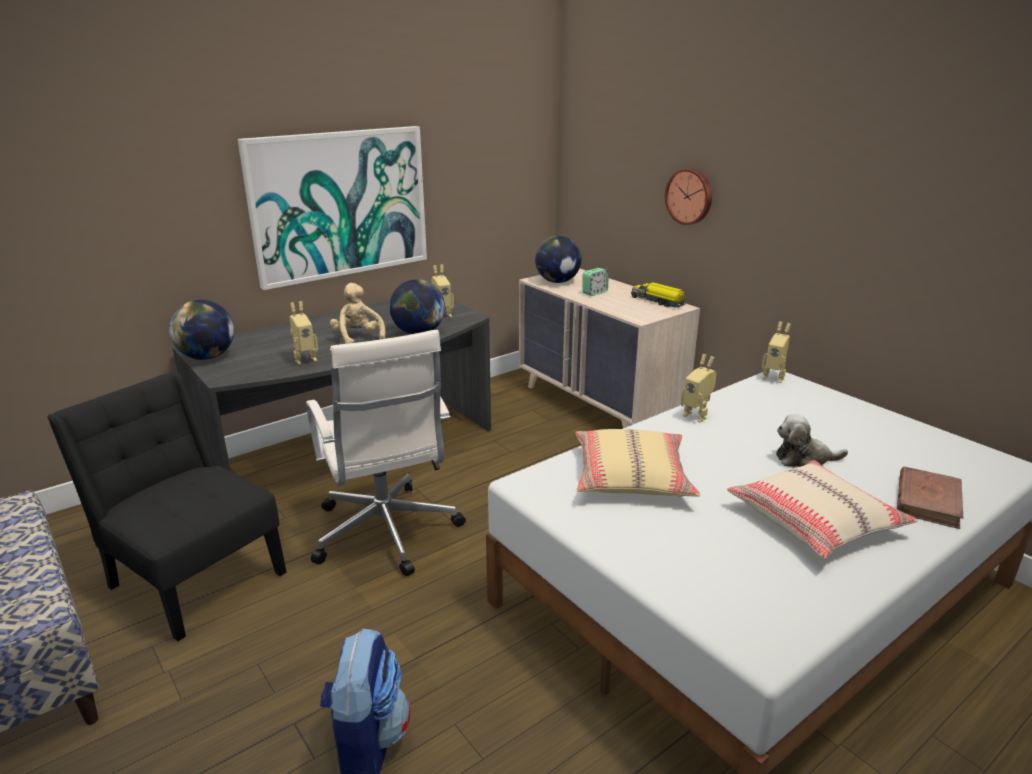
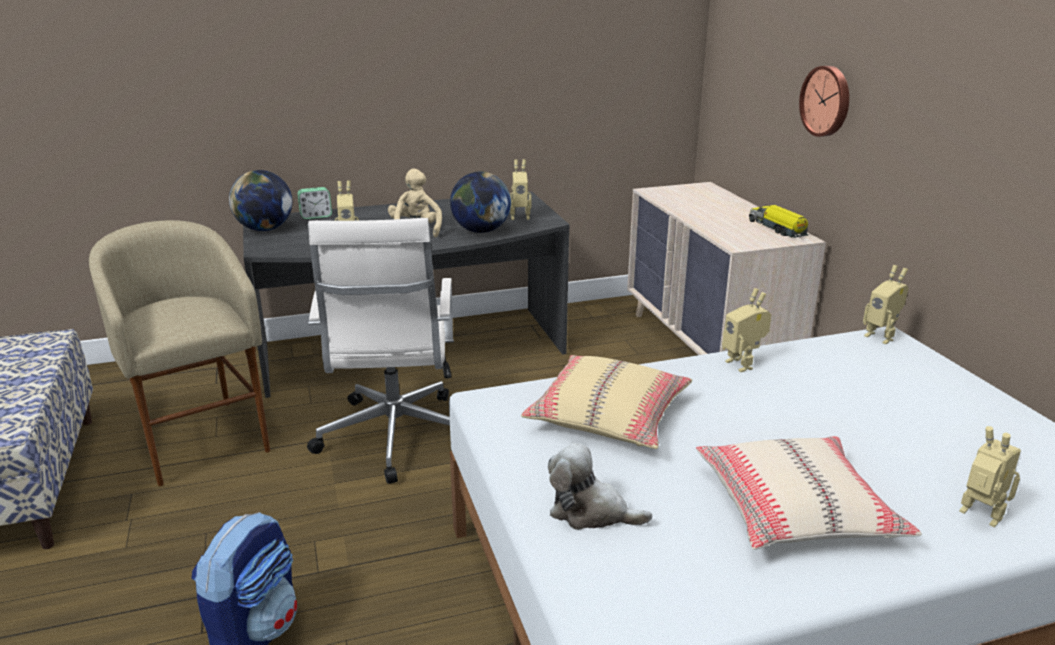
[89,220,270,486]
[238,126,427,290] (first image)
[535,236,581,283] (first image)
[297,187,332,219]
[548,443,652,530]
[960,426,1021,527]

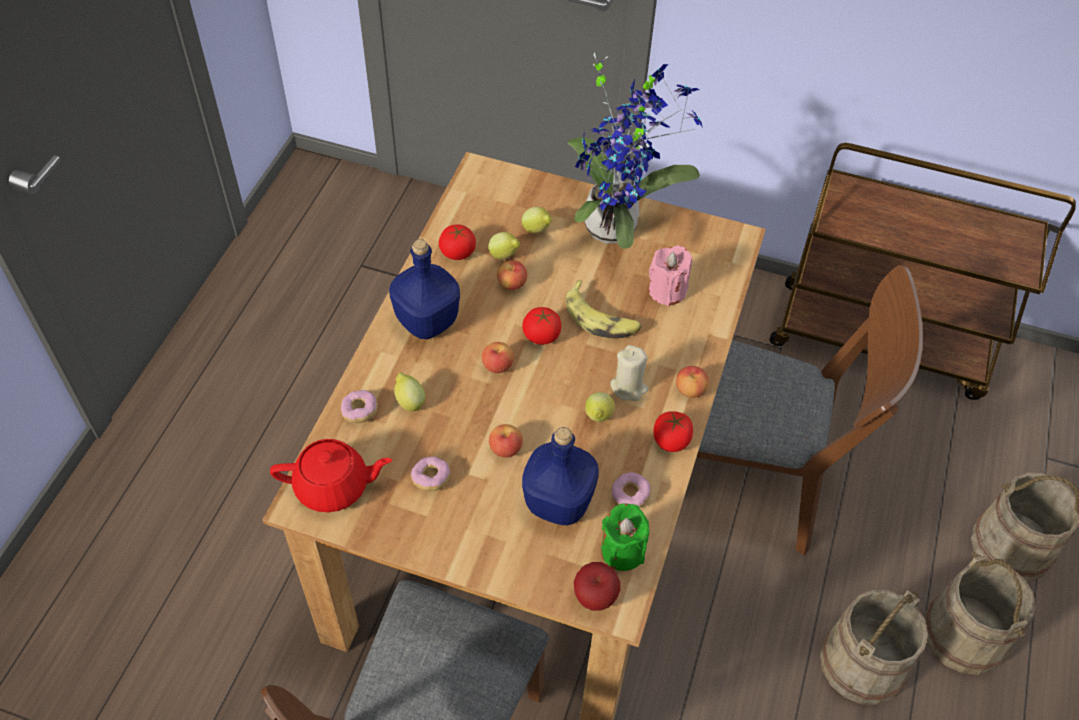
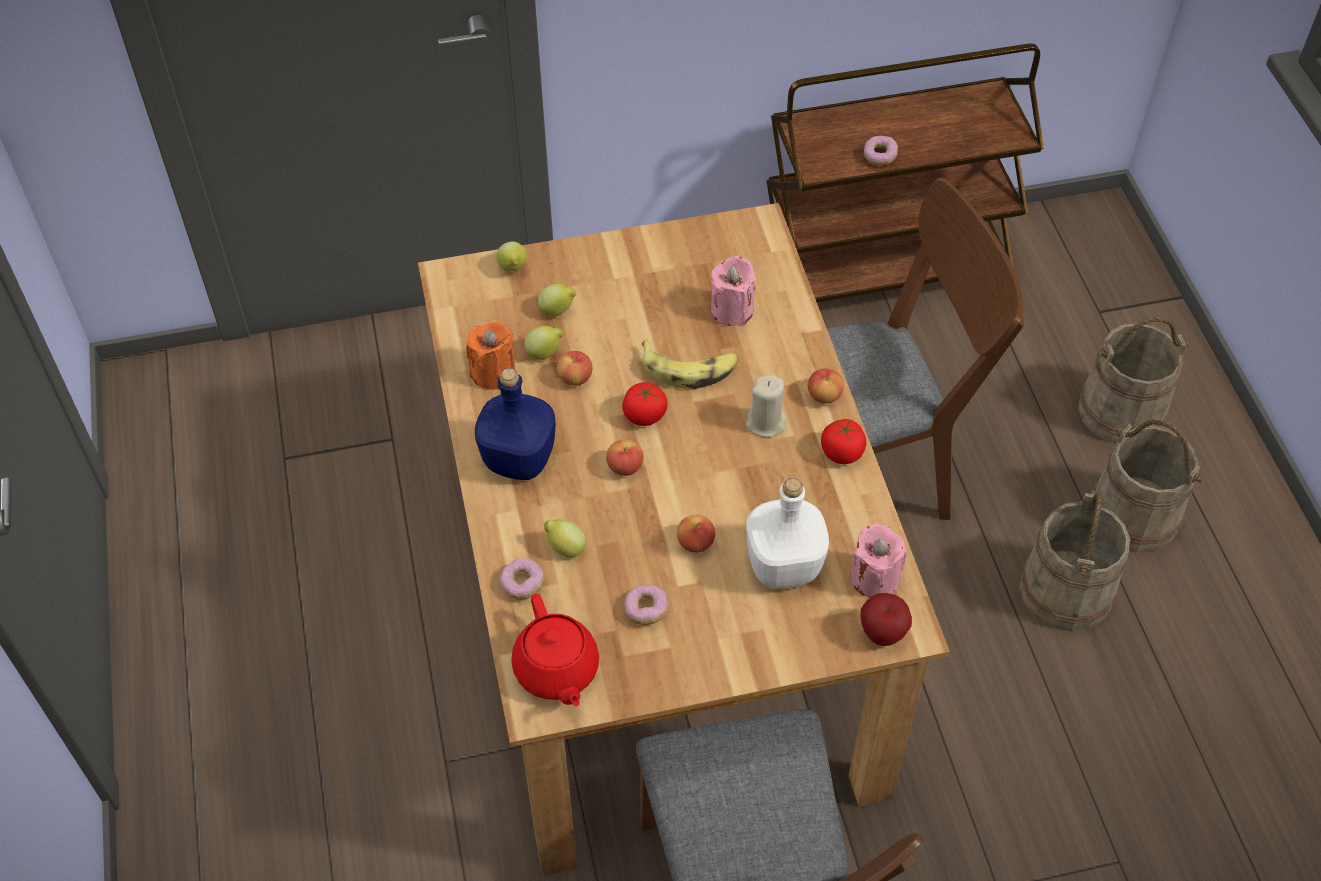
[511,594,599,707]
[466,322,516,390]
[746,478,829,589]
[567,53,703,249] (first image)
[496,241,527,272]
[851,523,907,597]
[864,136,898,166]

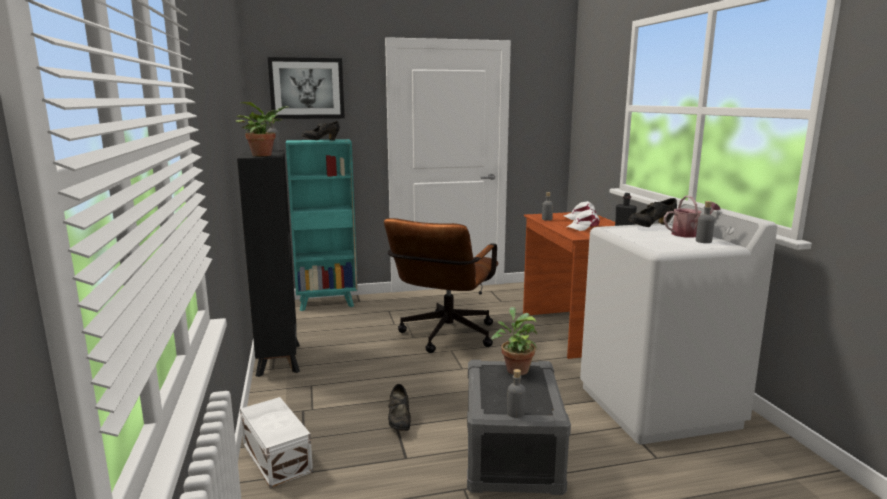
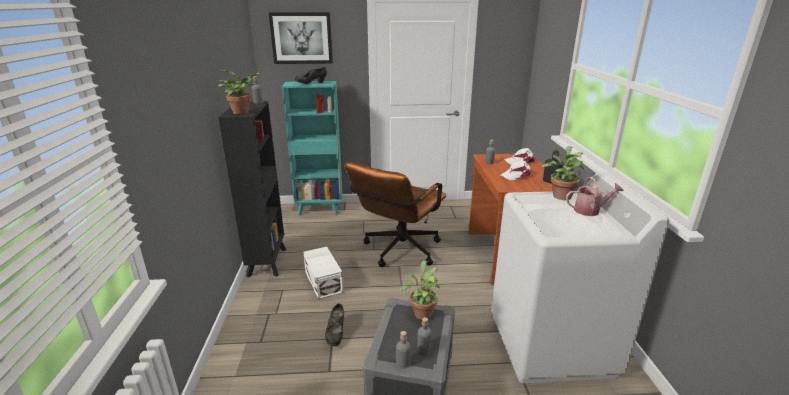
[303,247,343,300]
[542,146,584,200]
[417,317,432,353]

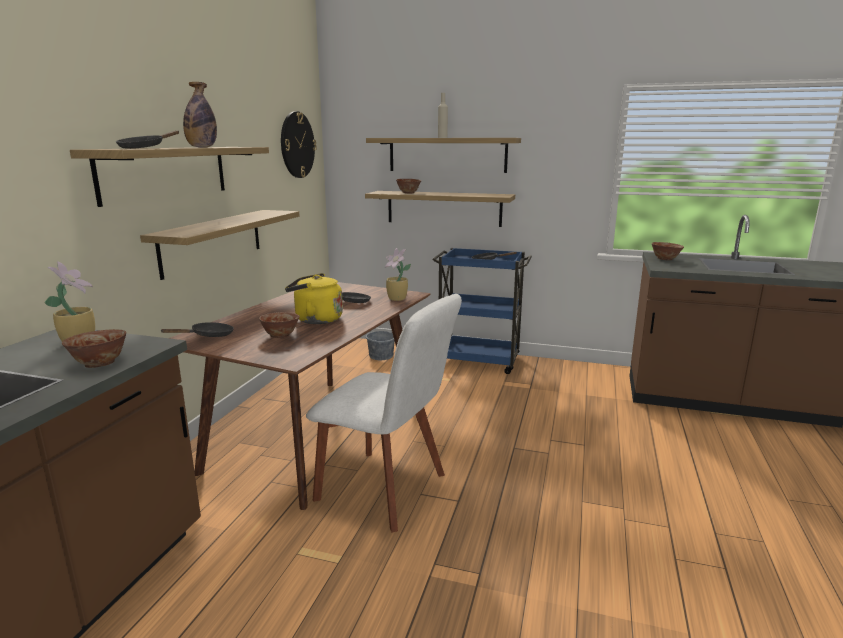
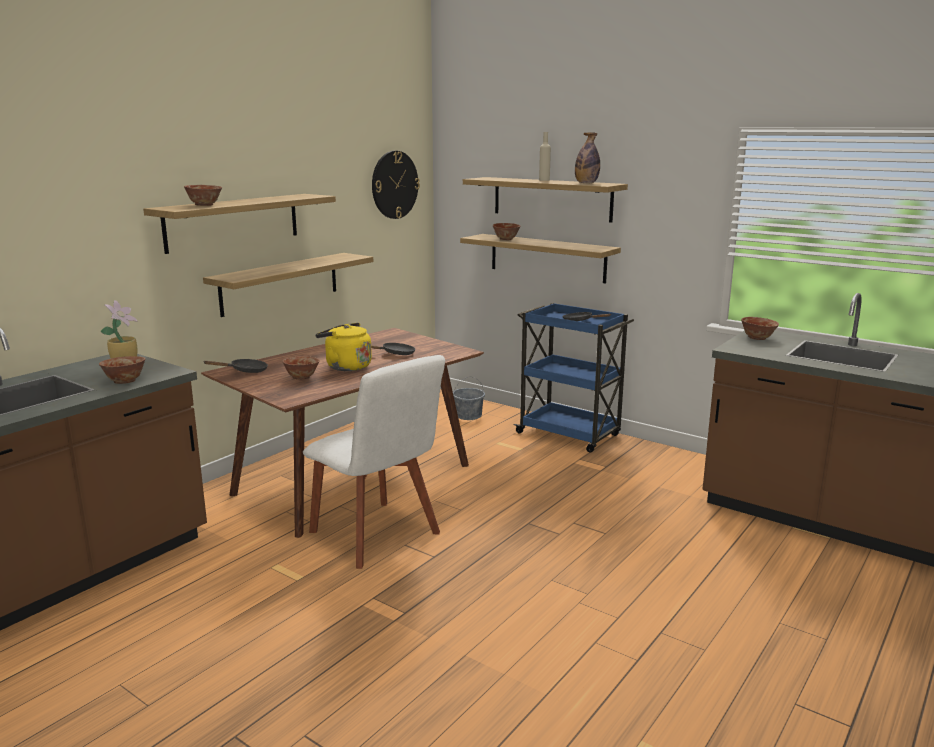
[184,185,222,206]
[575,132,600,183]
[385,248,411,301] (first image)

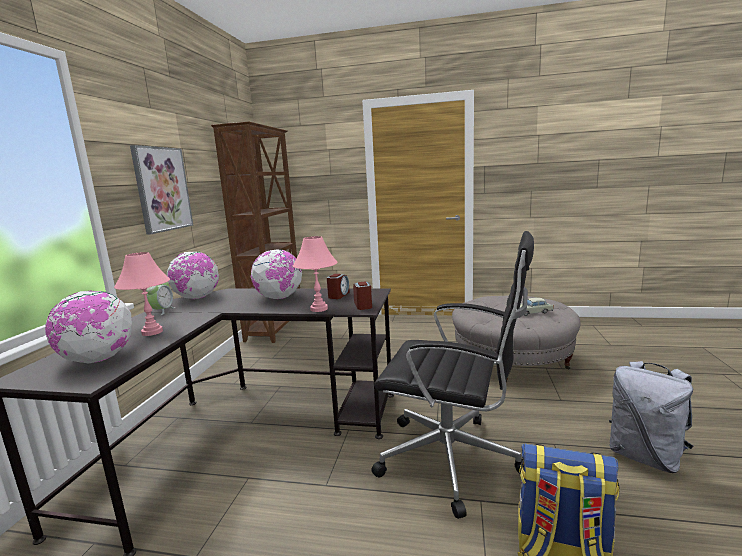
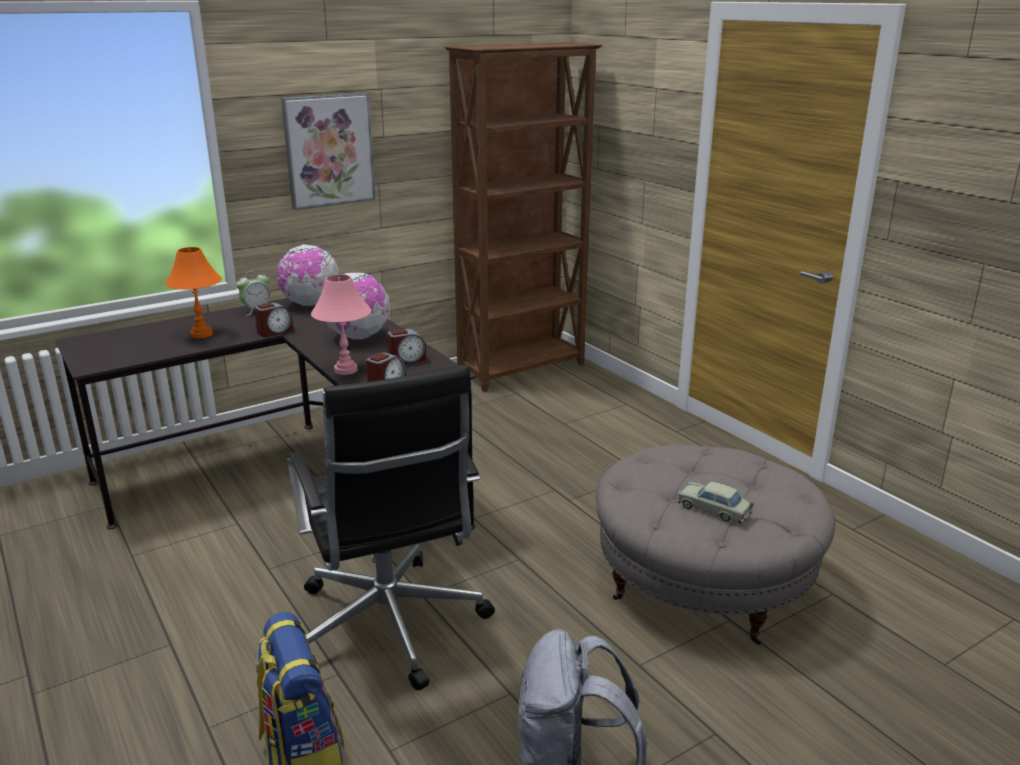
[45,291,132,363] (first image)
[165,247,222,338]
[254,302,293,337]

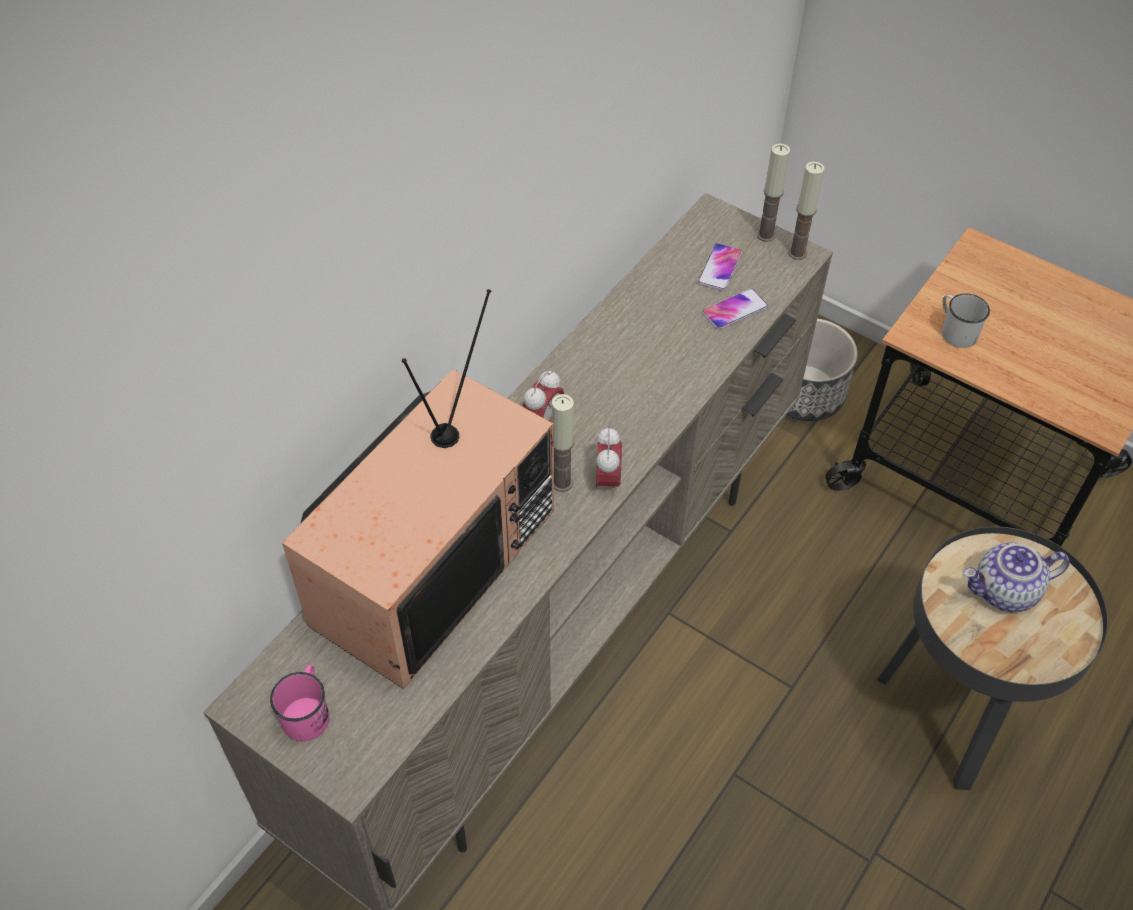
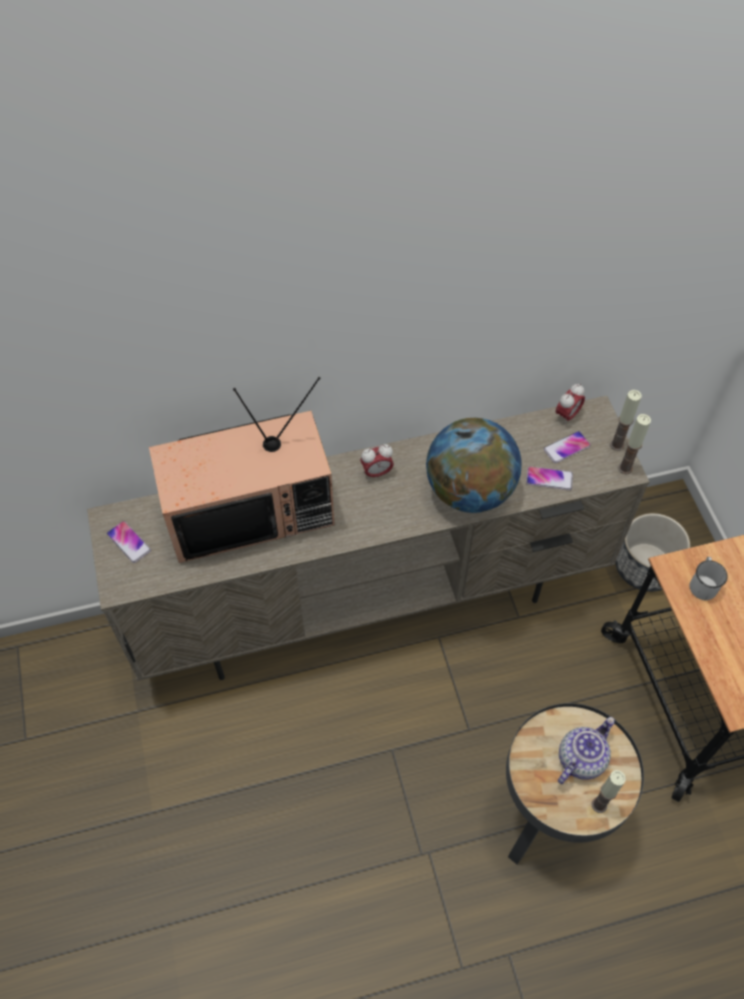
[107,521,151,563]
[591,770,626,813]
[556,384,585,425]
[558,717,615,784]
[426,418,522,513]

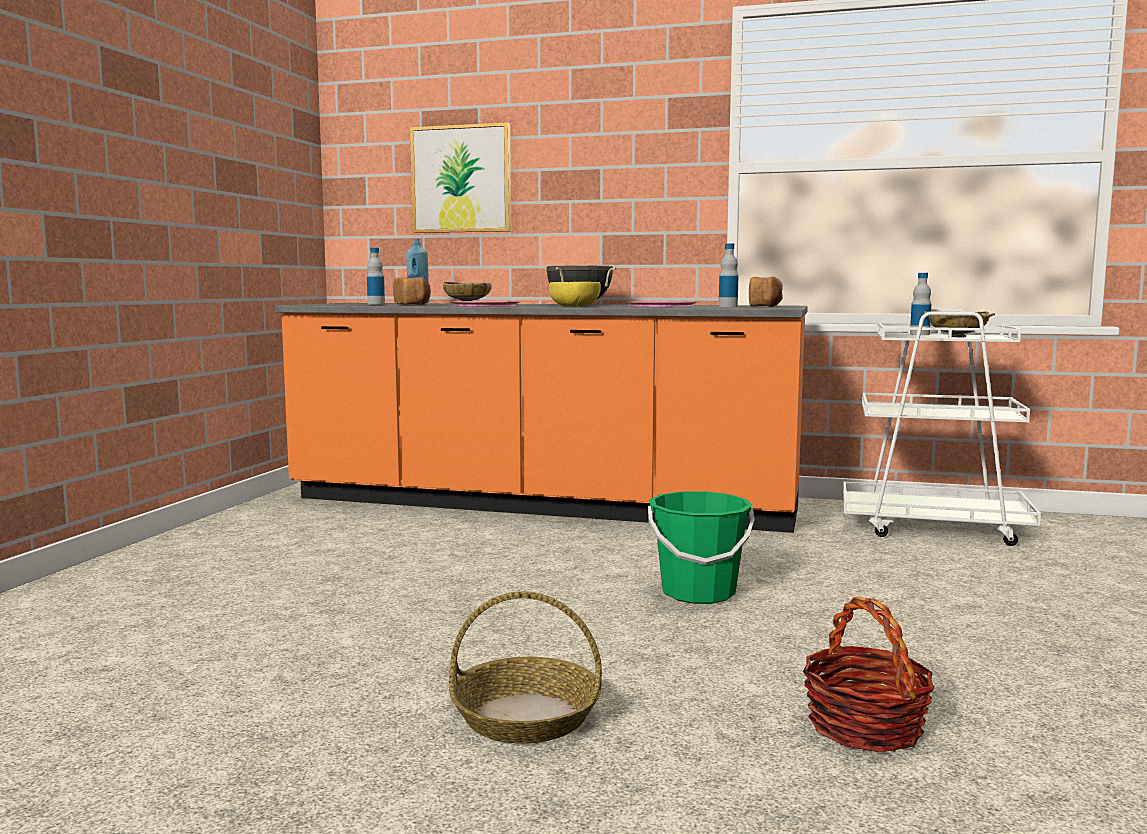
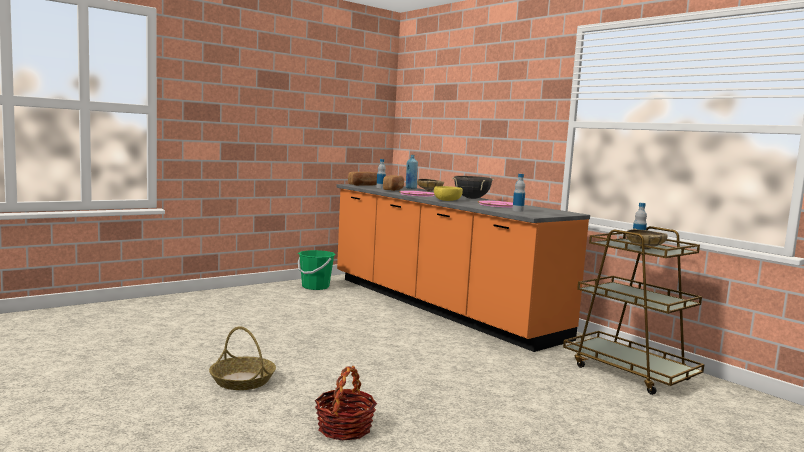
[410,122,511,233] (first image)
[298,250,335,290]
[348,172,377,186]
[563,226,705,395]

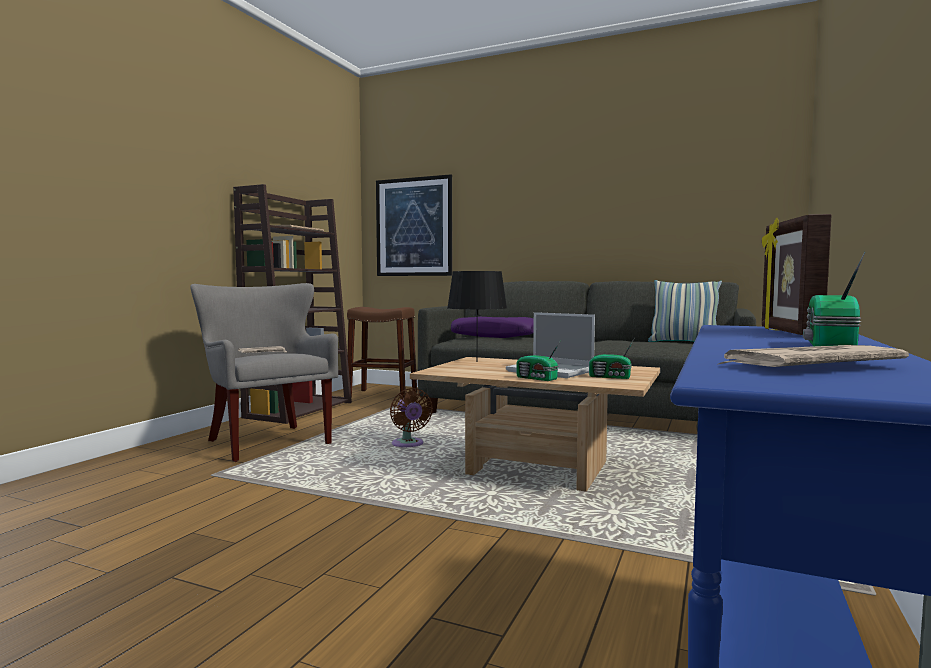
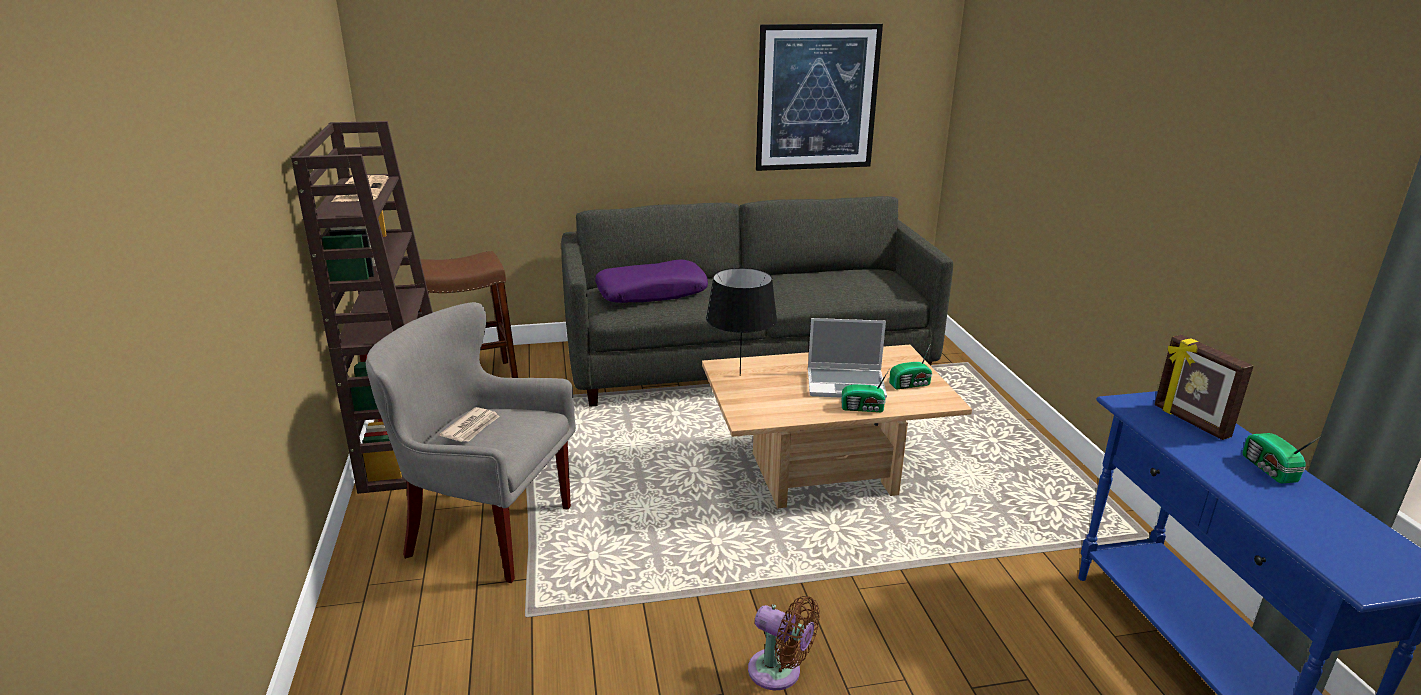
[756,24,883,171]
[748,596,820,690]
[648,280,722,342] (first image)
[717,345,909,367] (first image)

